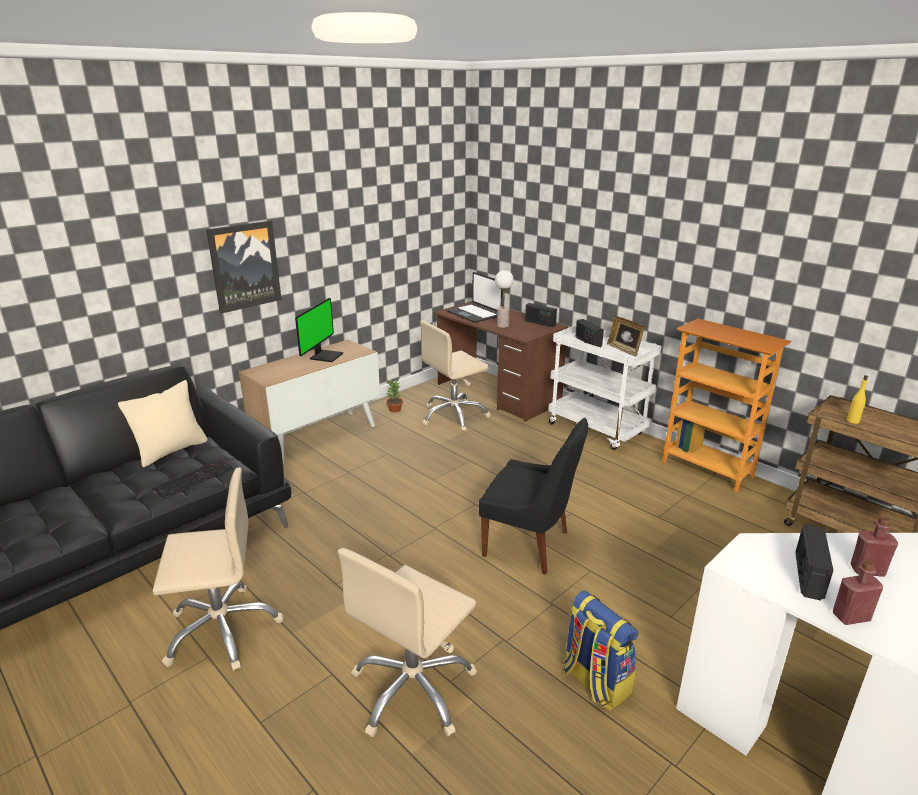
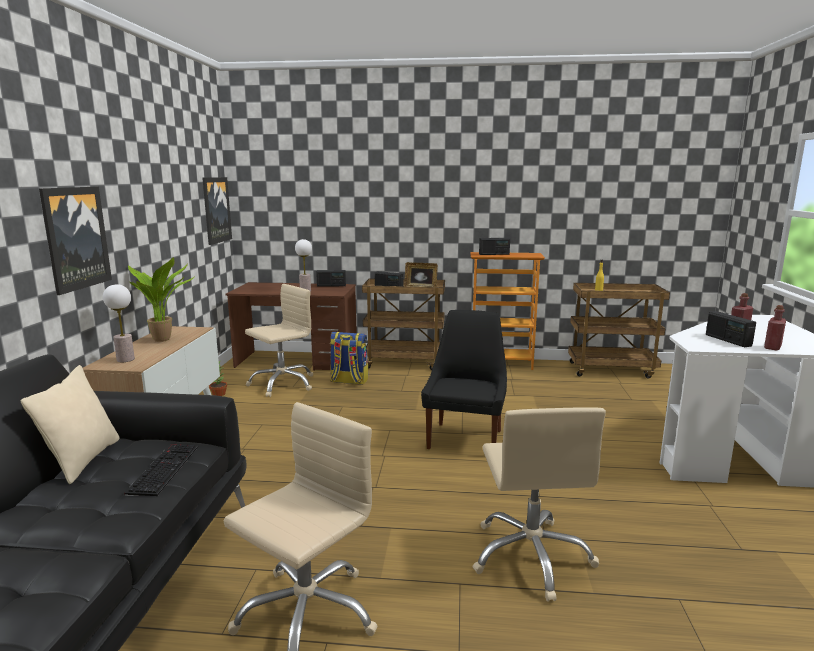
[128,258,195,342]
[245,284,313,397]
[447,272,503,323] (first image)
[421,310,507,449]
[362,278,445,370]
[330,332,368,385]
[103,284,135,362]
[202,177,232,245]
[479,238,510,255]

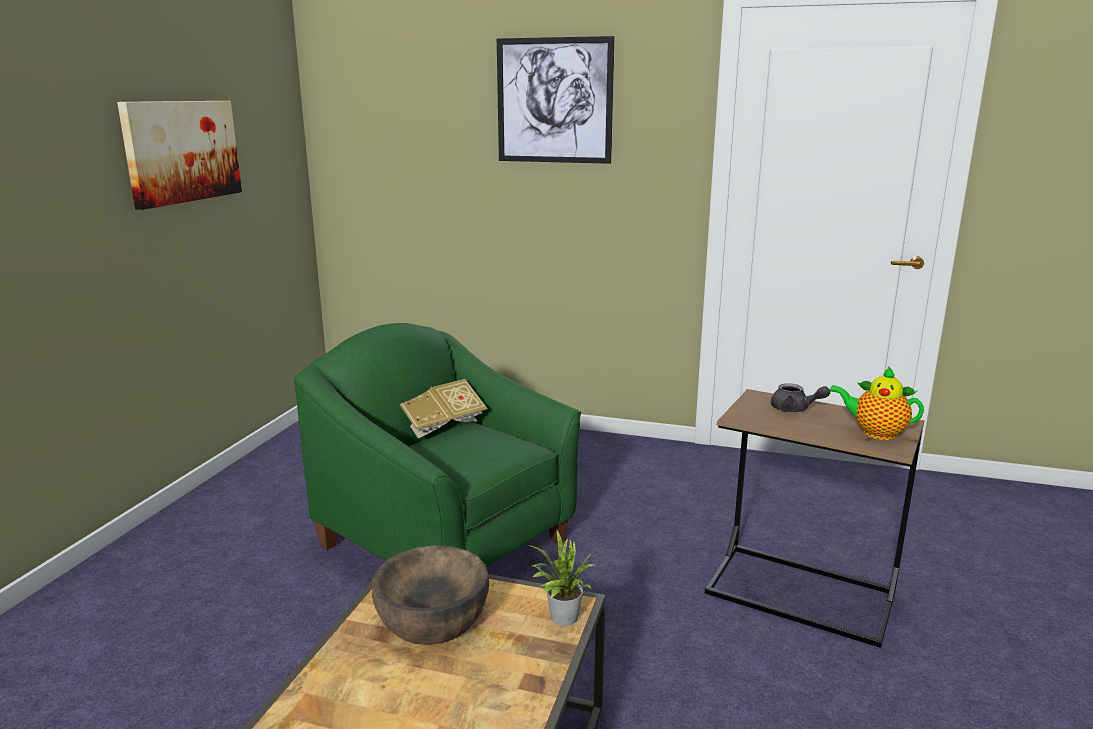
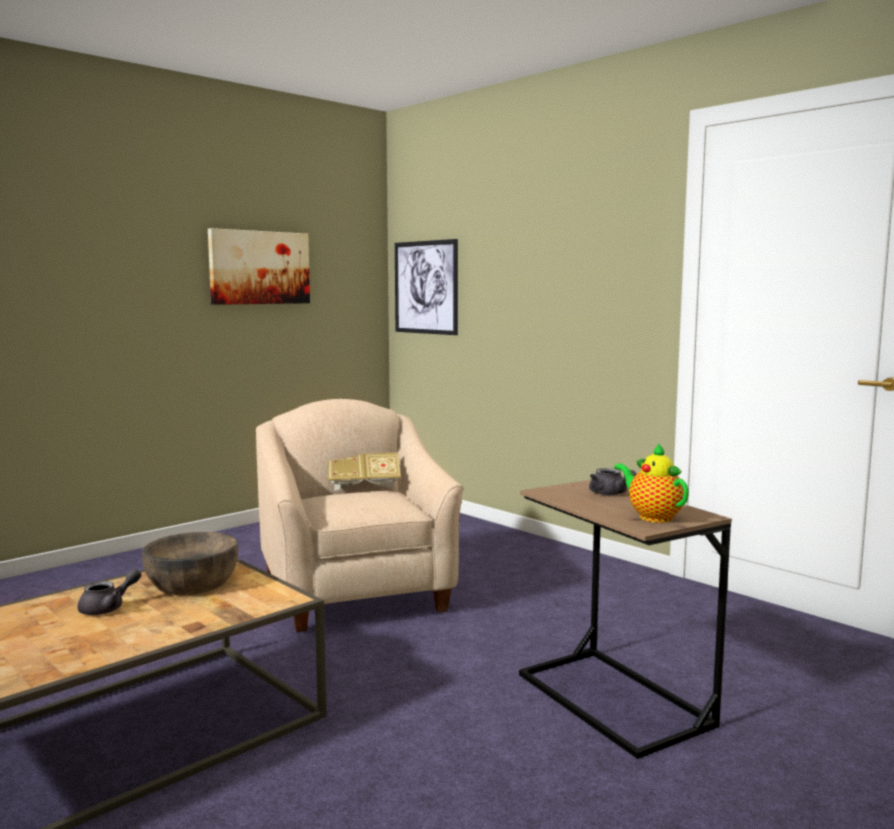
[256,399,464,633]
[395,239,458,335]
[528,531,596,626] (first image)
[78,569,141,615]

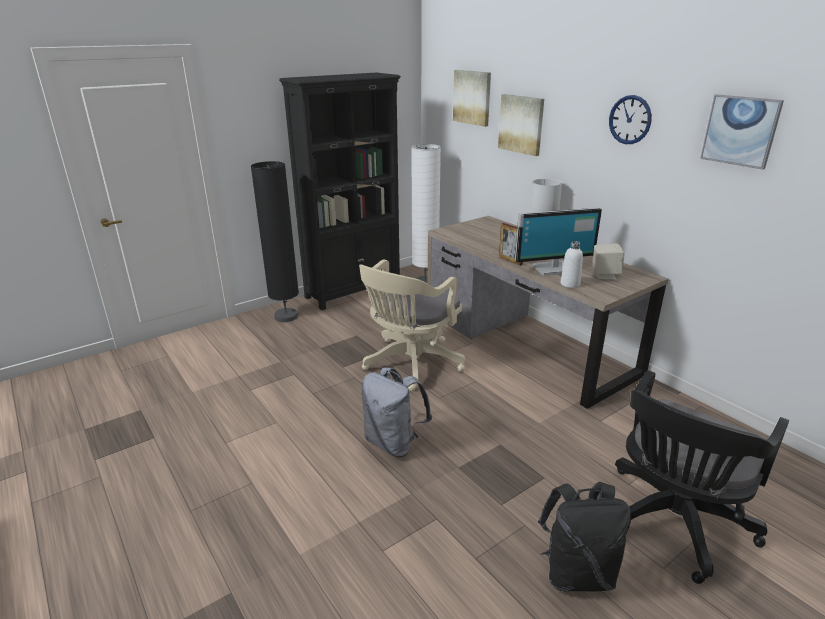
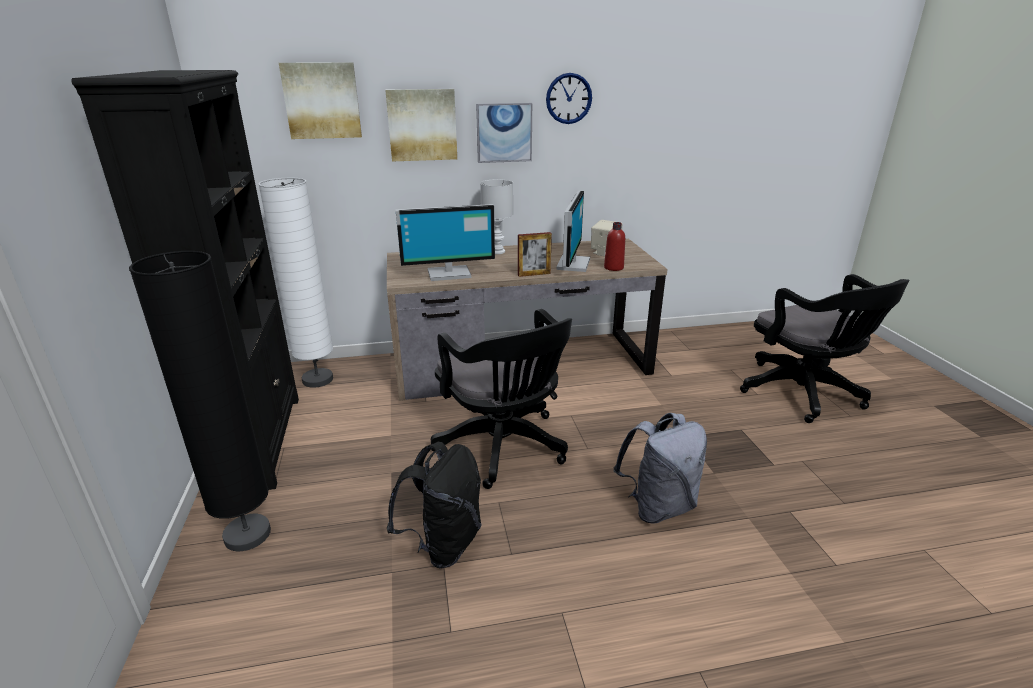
[431,309,572,489]
[387,442,482,568]
[604,222,625,271]
[476,103,532,163]
[396,204,495,281]

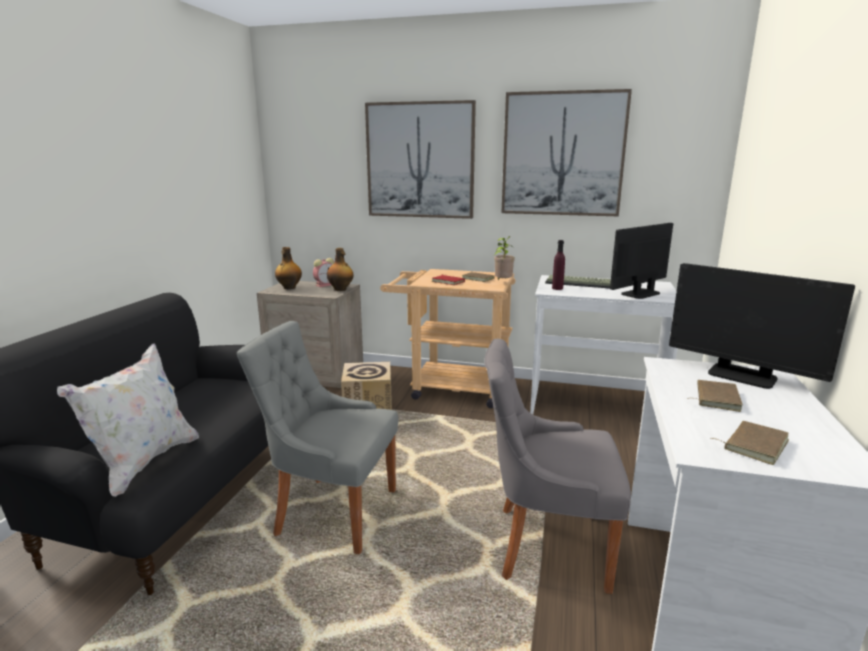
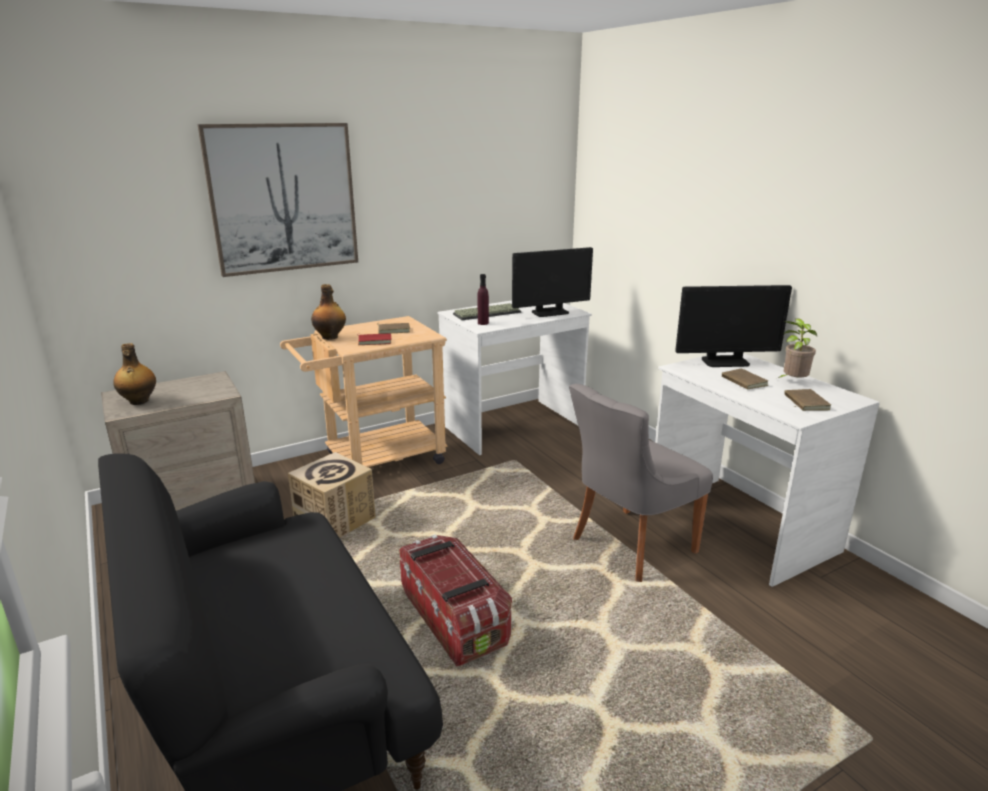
[57,343,199,497] (first image)
[399,535,512,666]
[313,258,334,287] (first image)
[311,284,346,340]
[778,318,817,378]
[501,89,632,216] (first image)
[512,247,593,317]

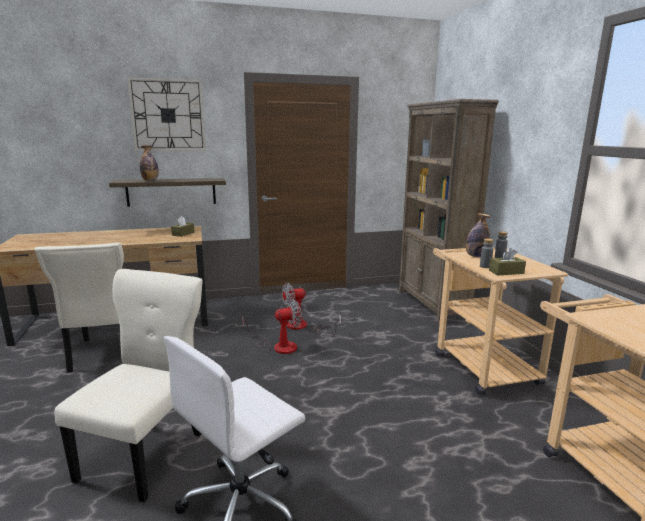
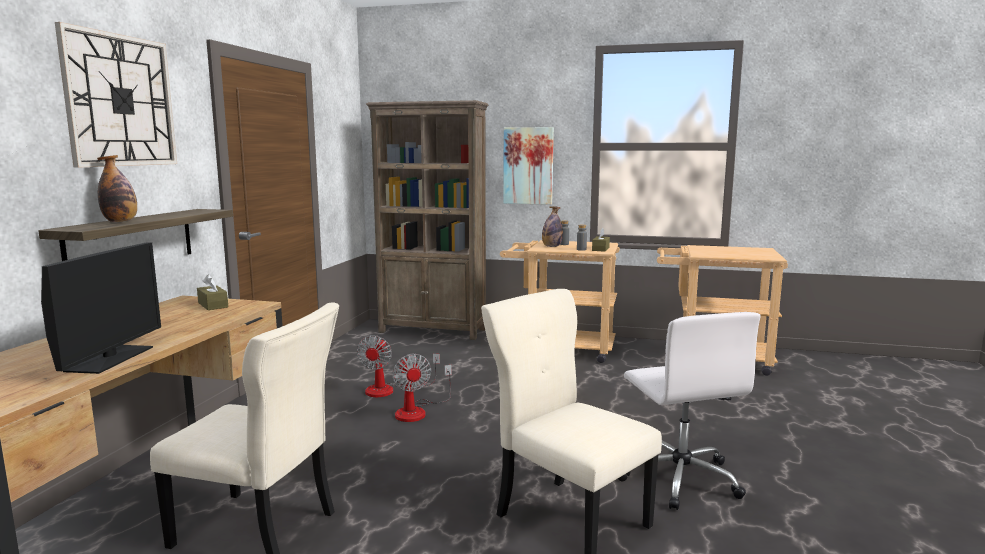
[392,354,452,422]
[41,242,161,374]
[503,127,554,205]

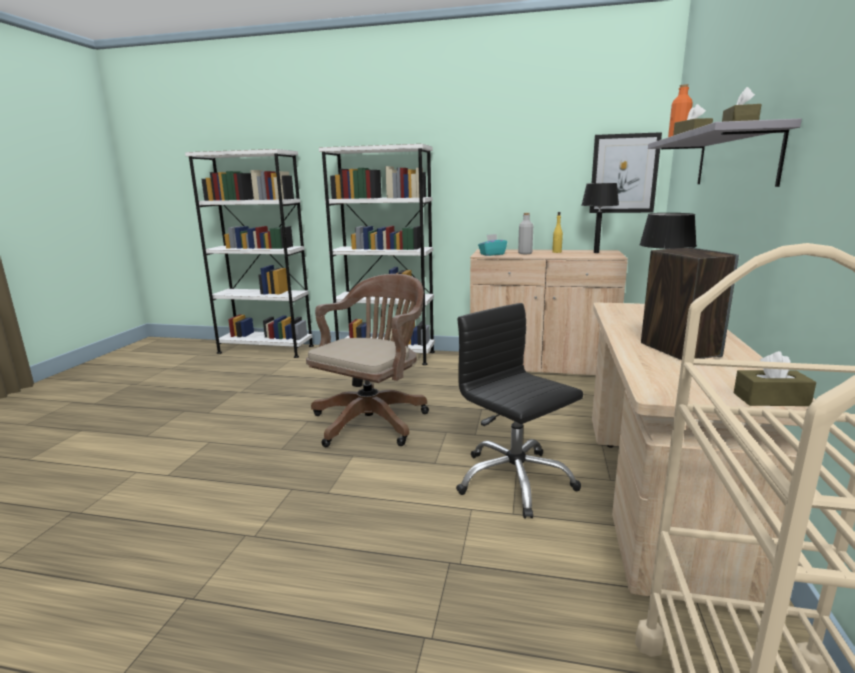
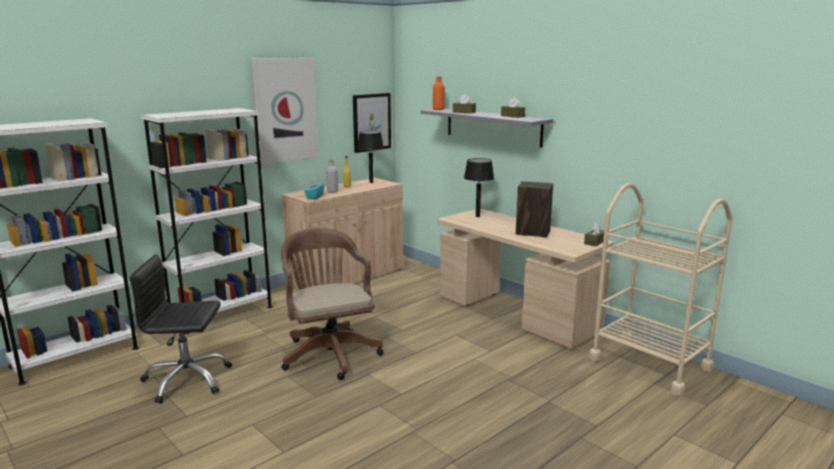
[129,254,232,404]
[251,58,318,165]

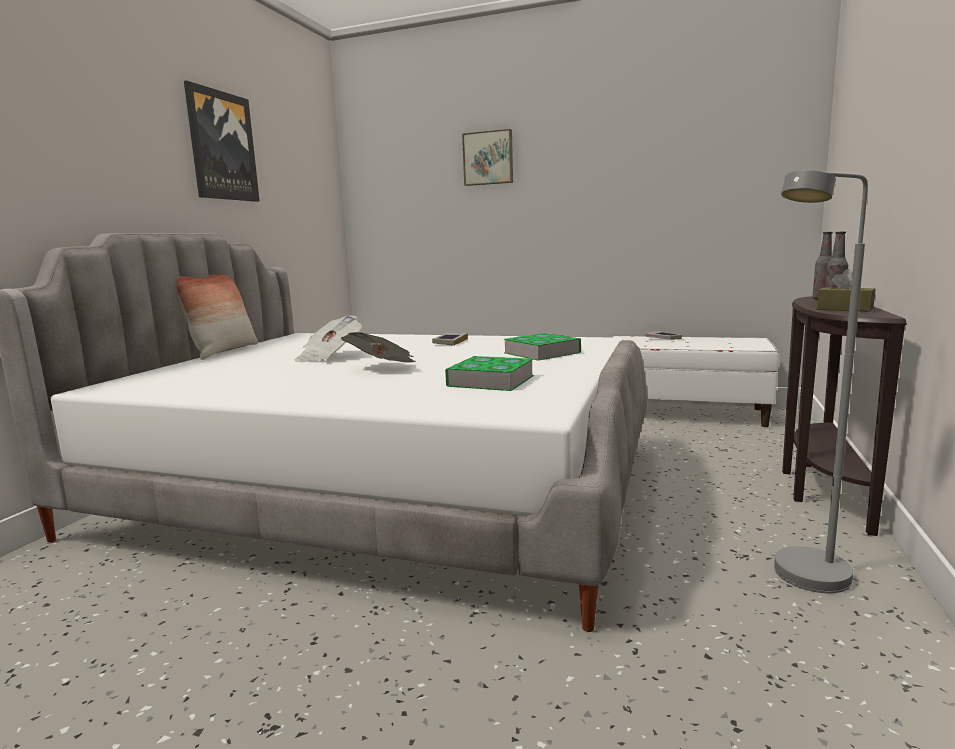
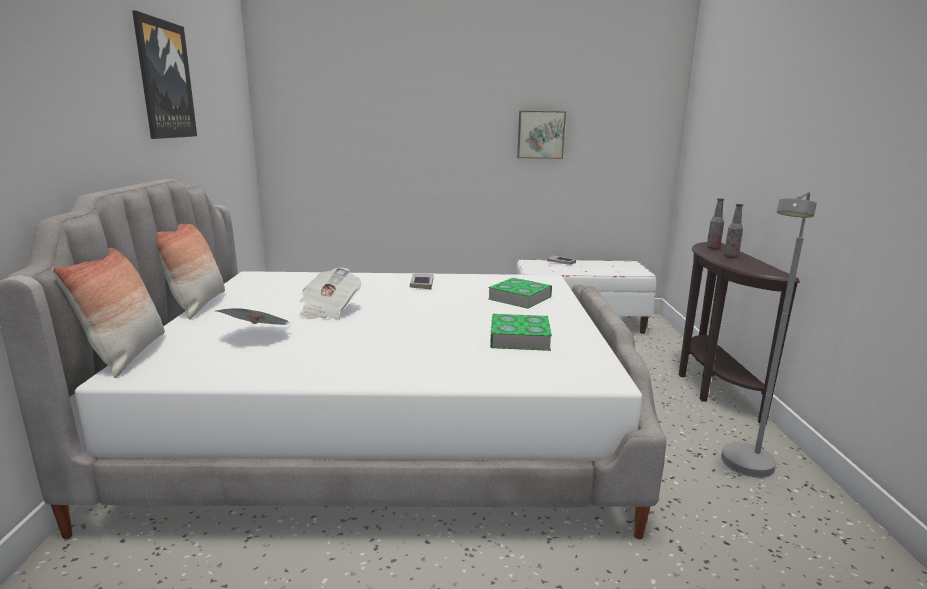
[217,308,288,325]
[517,111,566,159]
[817,269,875,312] (first image)
[52,248,165,378]

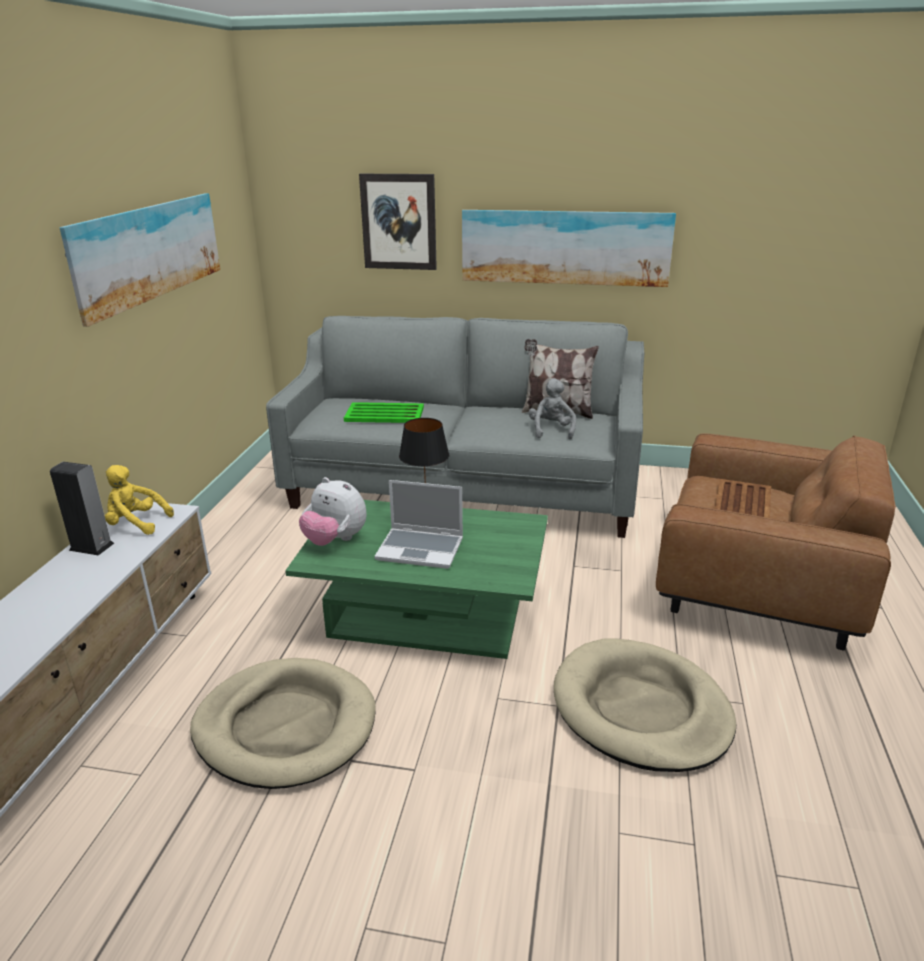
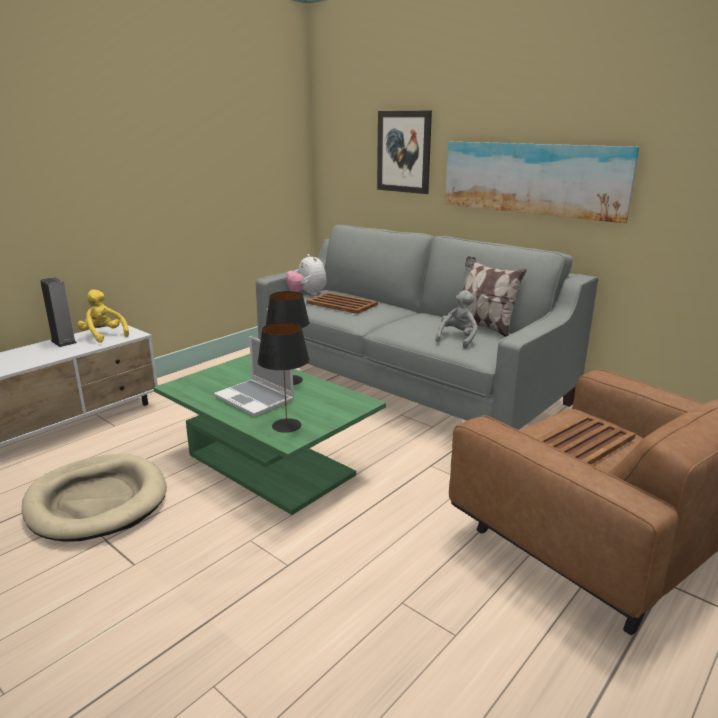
[60,193,220,327] (first image)
[286,254,327,295]
[306,292,378,314]
[554,638,736,772] (first image)
[257,322,309,433]

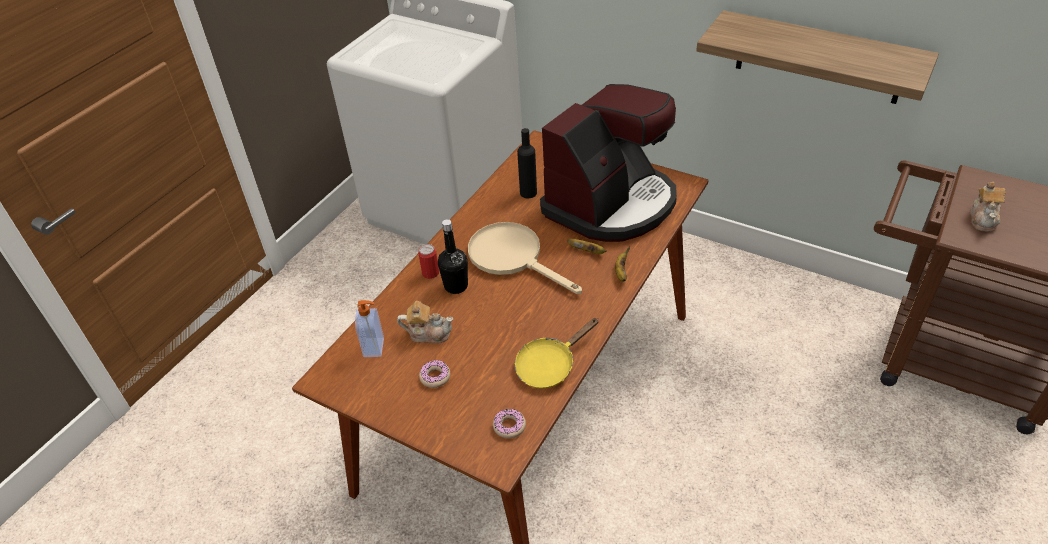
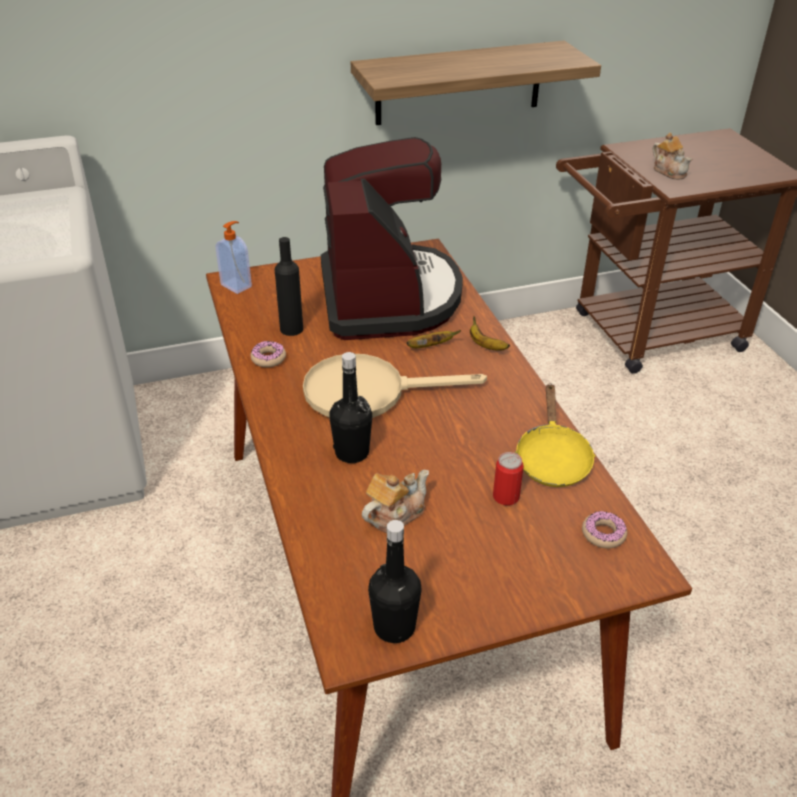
[216,221,252,294]
[493,452,524,506]
[251,341,286,367]
[368,520,421,643]

